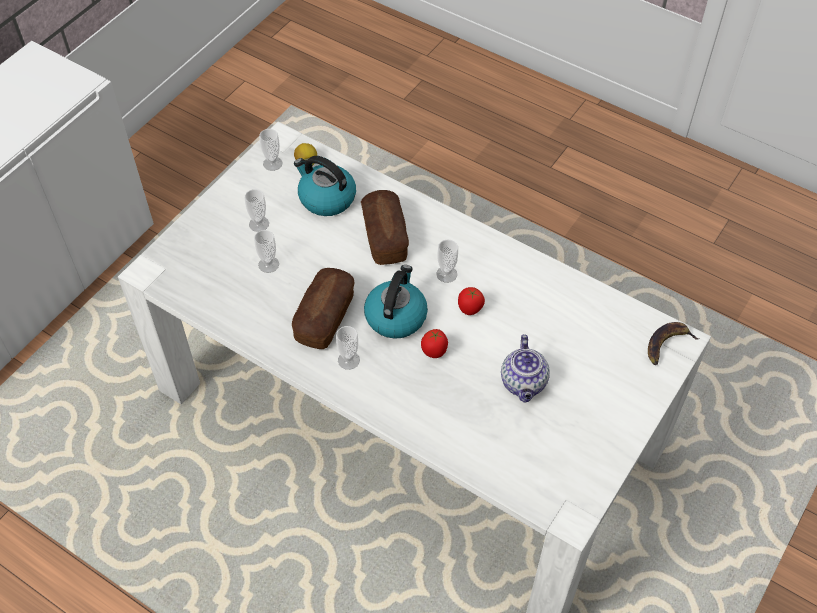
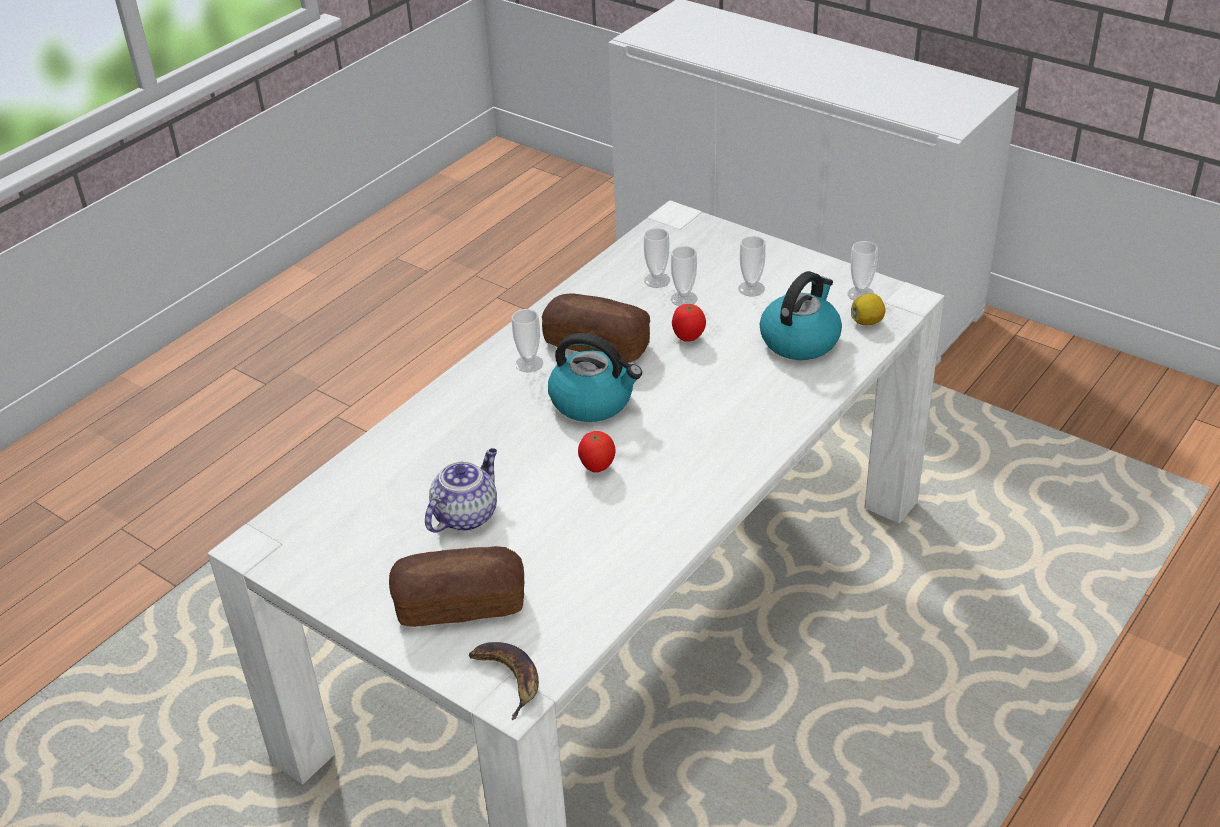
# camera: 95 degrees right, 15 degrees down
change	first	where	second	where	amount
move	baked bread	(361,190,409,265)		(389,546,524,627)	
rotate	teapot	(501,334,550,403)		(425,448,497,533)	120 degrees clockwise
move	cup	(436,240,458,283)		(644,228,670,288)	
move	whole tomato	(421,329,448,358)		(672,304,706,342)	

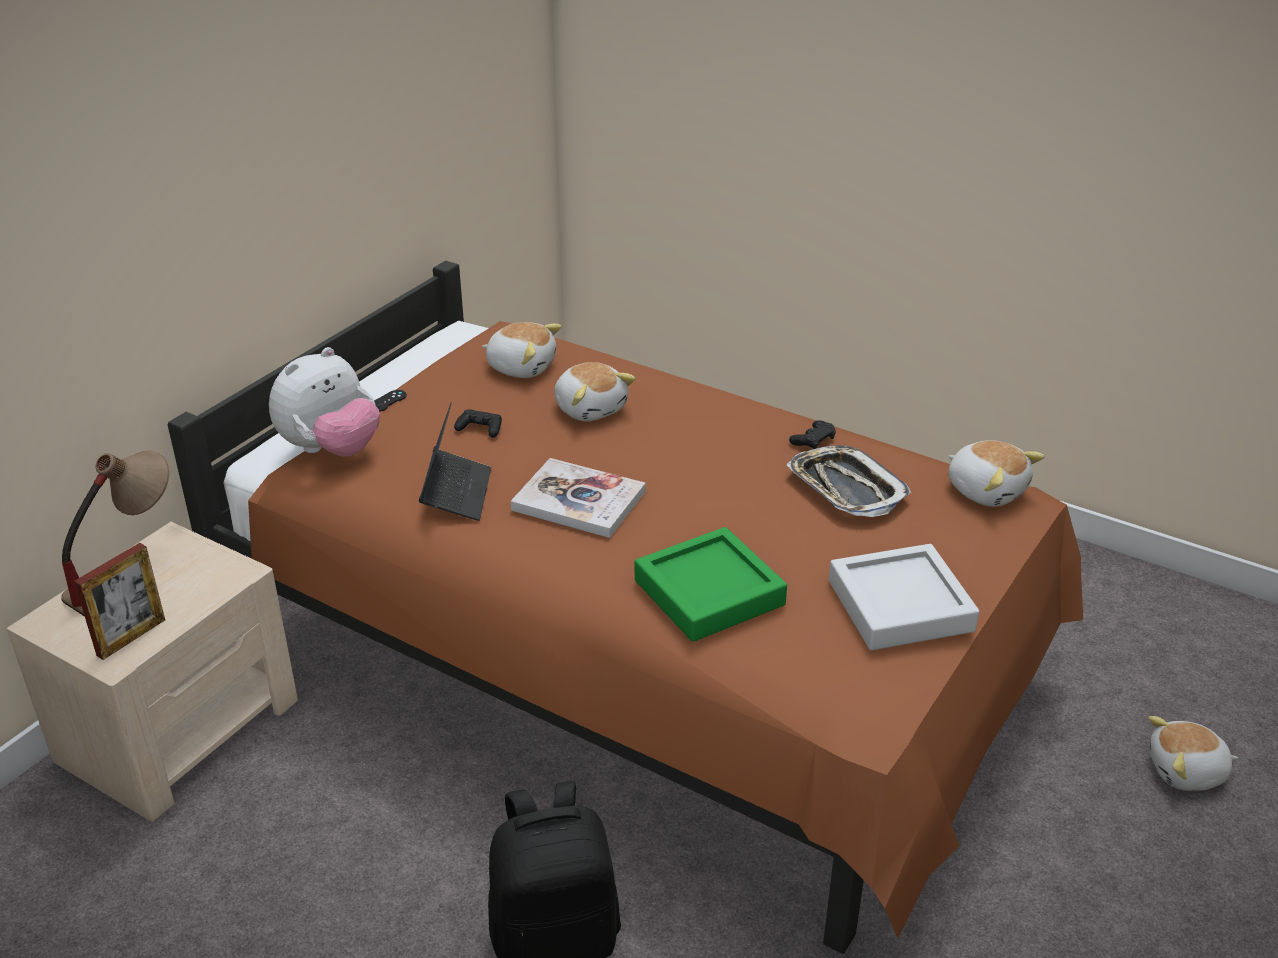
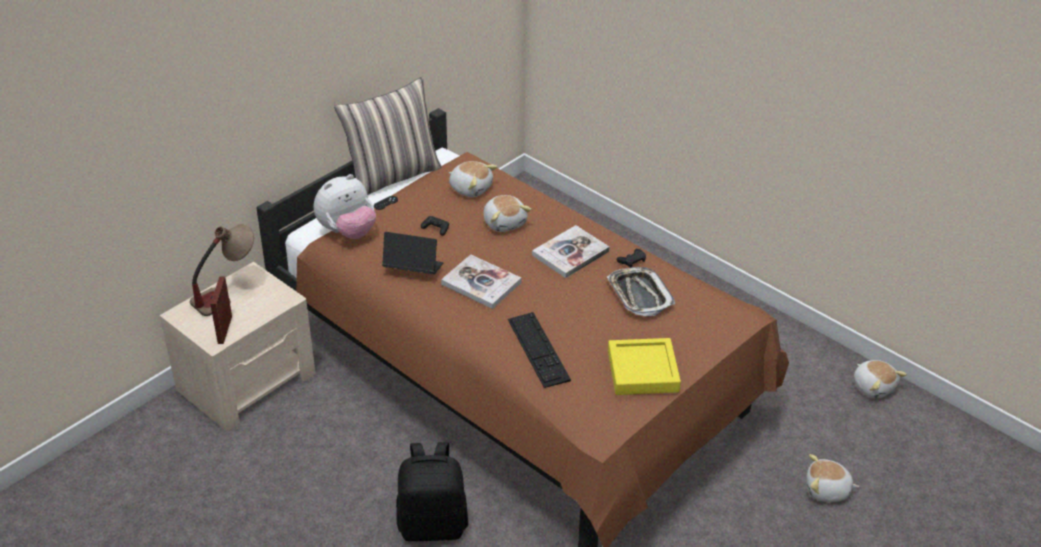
# camera: 10 degrees right, 5 degrees up
change	first	where	second	where	amount
rotate	standing frame	(74,543,165,660)		(210,276,232,344)	135 degrees clockwise
insert			throw pillow	(334,77,442,195)	
rotate	portable computer	(419,403,491,521)		(382,232,443,274)	90 degrees counterclockwise
replace	serving tray (greenish)	(635,527,787,642)	keyboard	(508,312,571,388)	
insert			book	(532,225,610,278)	
recolor	serving tray (grey)	(829,544,979,650)	serving tray (yellow)	(608,338,681,395)	
move	plush toy	(948,440,1045,507)		(854,360,907,398)	

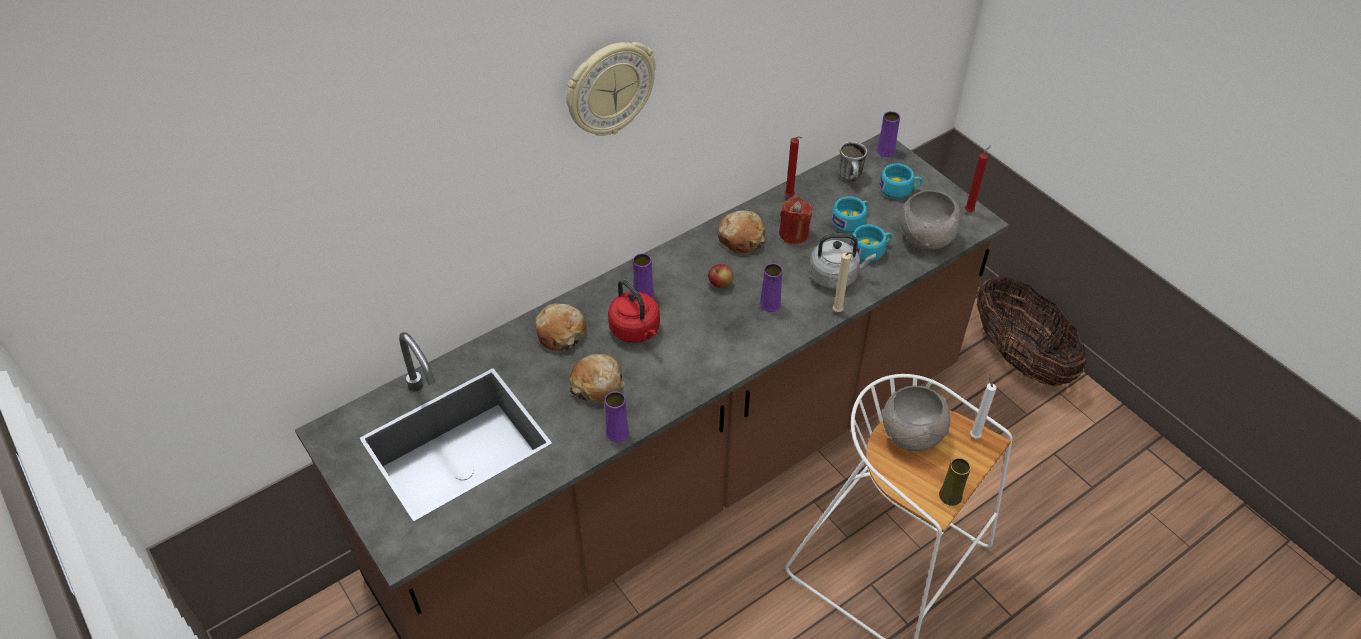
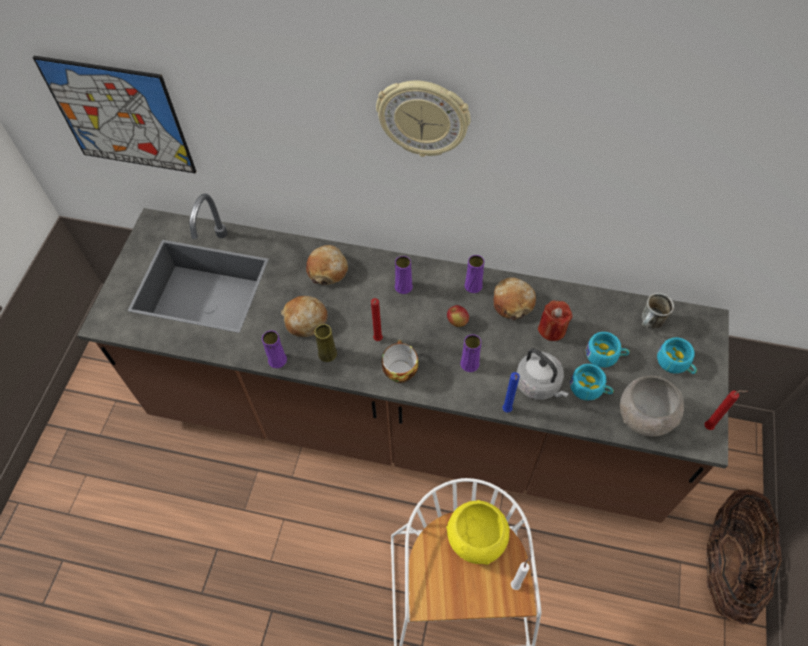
# camera: 50 degrees right, 10 degrees up
change	first	where	second	where	amount
insert			picture	(33,56,196,173)	
move	decorative vase (yellow)	(939,458,971,506)		(315,324,337,362)	
move	candle (reddish)	(785,136,802,196)		(371,298,383,341)	
insert			cup	(382,340,419,383)	
recolor	deep dish (grey)	(883,386,950,451)	deep dish (yellow)	(446,500,509,565)	
move	decorative vase (purple)	(876,111,900,157)		(464,255,484,293)	
recolor	candle (beige)	(833,252,855,312)	candle (blue-coloured)	(502,372,520,412)	
delete	water kettle (reddish)	(608,279,660,343)			

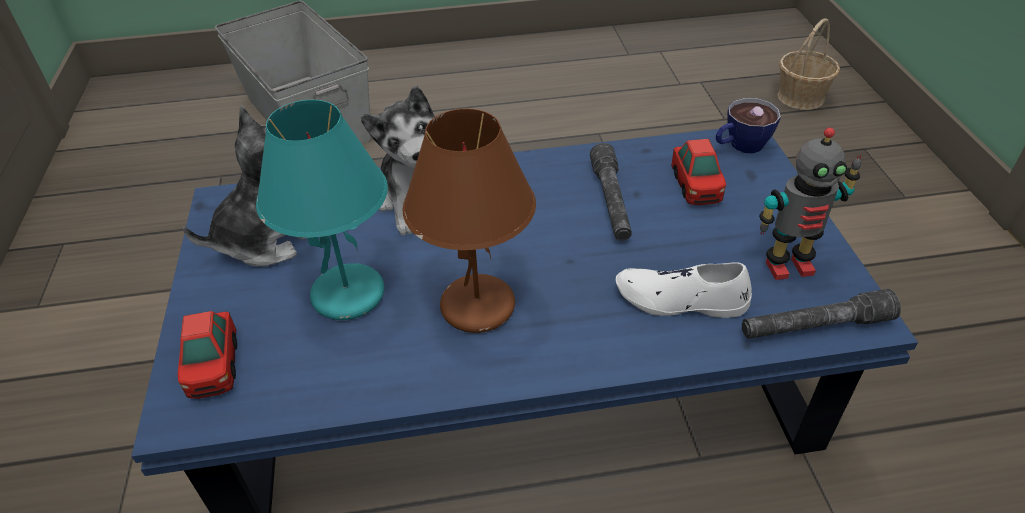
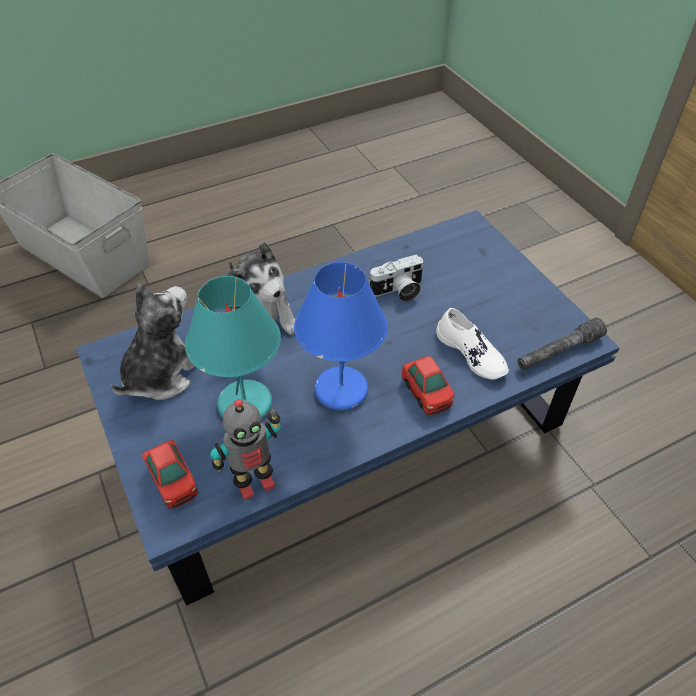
# camera: 20 degrees left, 5 degrees up
change	first	where	second	where	amount
move	toy robot	(759,128,861,280)		(210,399,281,500)	
recolor	lamp for a table (brown-coloured)	(402,108,536,333)	lamp for a table (blue-coloured)	(294,262,388,410)	
replace	flashlight (grey)	(590,143,632,241)	photo camera	(369,254,424,302)	
move	miniature car	(671,139,726,205)		(402,356,454,415)	
rotate	low shoe (white)	(616,262,752,318)		(436,308,509,380)	120 degrees counterclockwise
delete	cup	(716,98,781,153)			
delete	household basket	(777,18,840,110)			

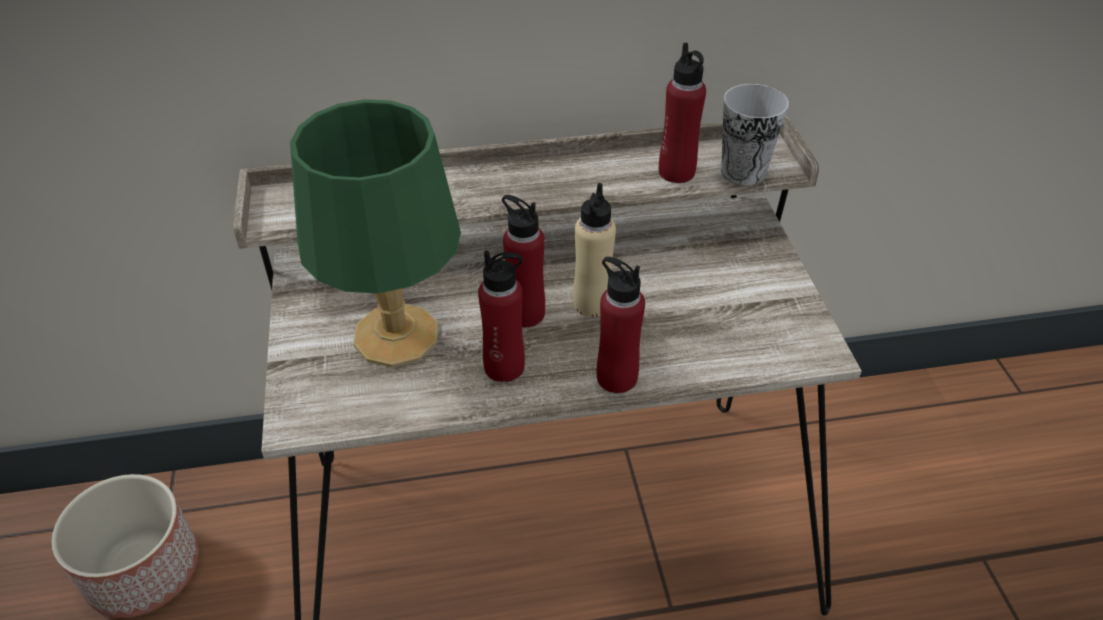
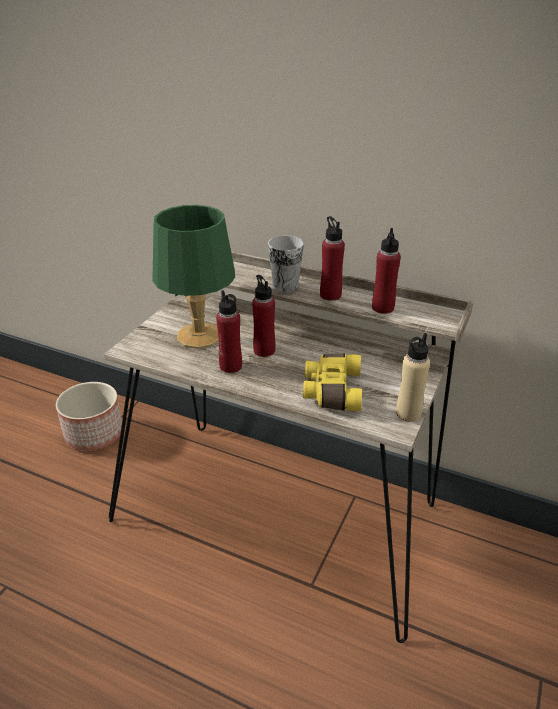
# camera: 35 degrees right, 10 degrees down
change	first	where	second	where	amount
move	cup	(721,84,789,185)		(268,236,304,292)	
insert			pair of binoculars (yellow)	(303,354,362,411)	
move	bottle (reddish)	(597,257,645,393)		(320,216,345,301)	
move	bottle (beige)	(573,183,616,317)		(396,333,430,422)	

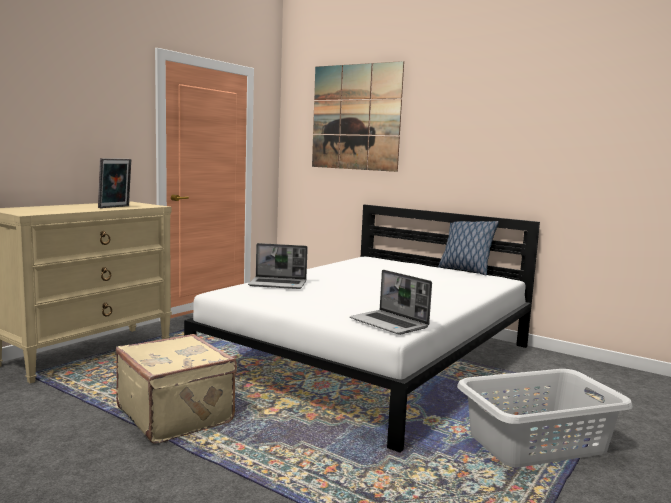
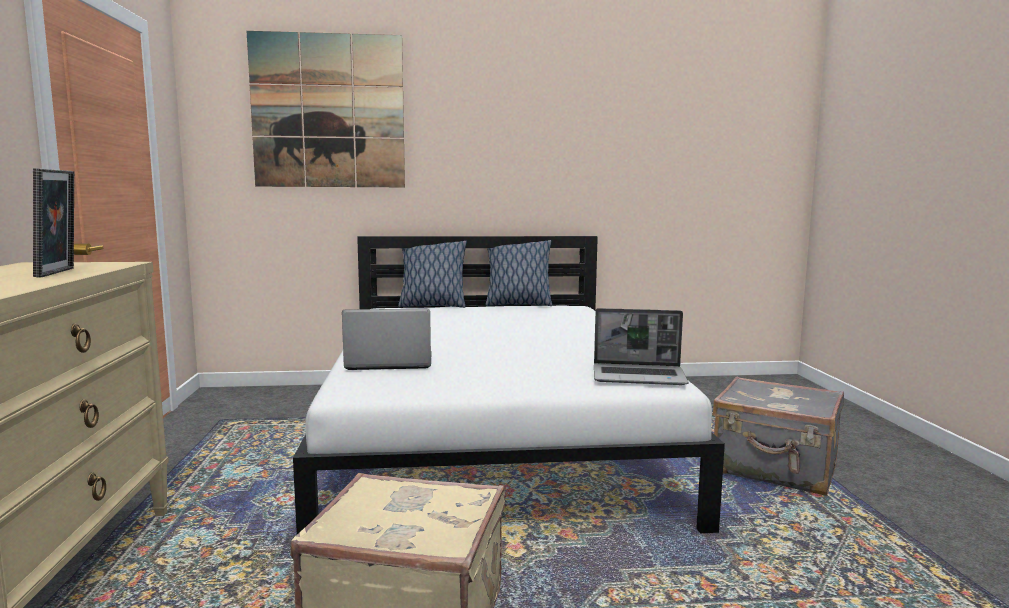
# camera: 40 degrees left, 0 degrees up
change	first	where	second	where	amount
rotate	portable computer	(248,243,308,289)		(342,309,431,370)	150 degrees counterclockwise
insert			throw pillow	(398,241,467,308)	
replace	washing basket (grey)	(457,369,633,467)	suitcase (grey)	(712,376,844,496)	

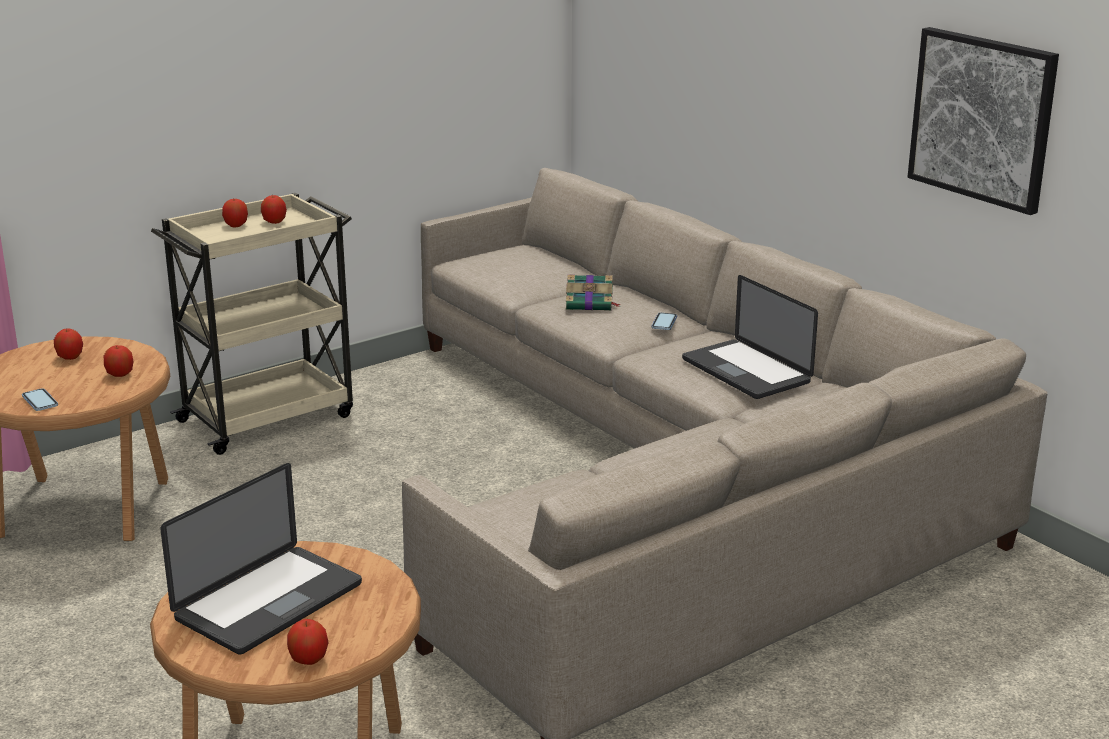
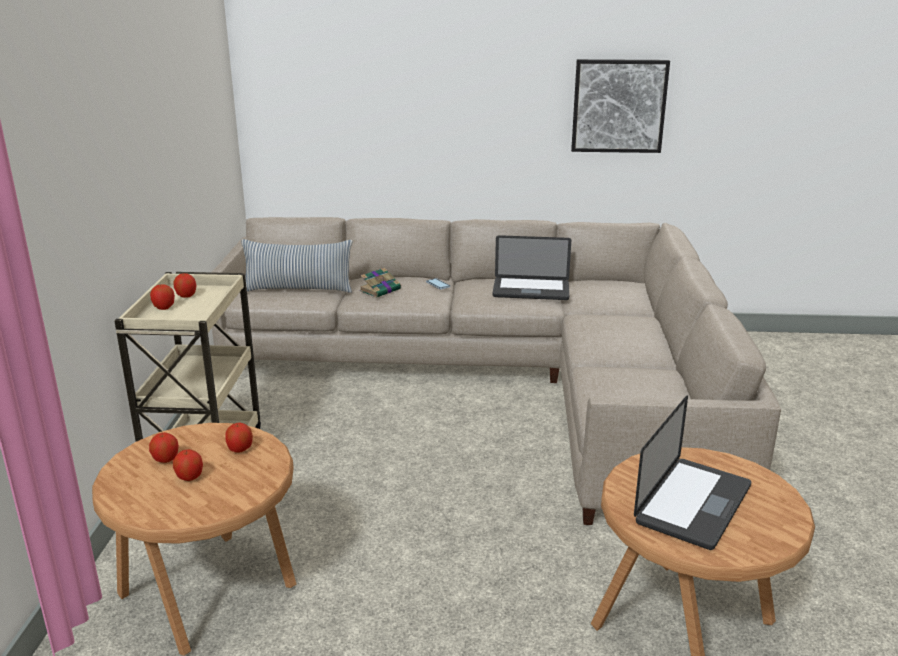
# camera: 50 degrees left, 0 degrees up
change	first	where	second	where	amount
move	apple fruit	(287,619,329,665)		(173,449,203,481)	
insert			throw pillow	(242,239,352,293)	
rotate	portable computer	(160,463,362,655)		(634,395,751,550)	45 degrees clockwise
delete	handset	(22,388,58,411)			

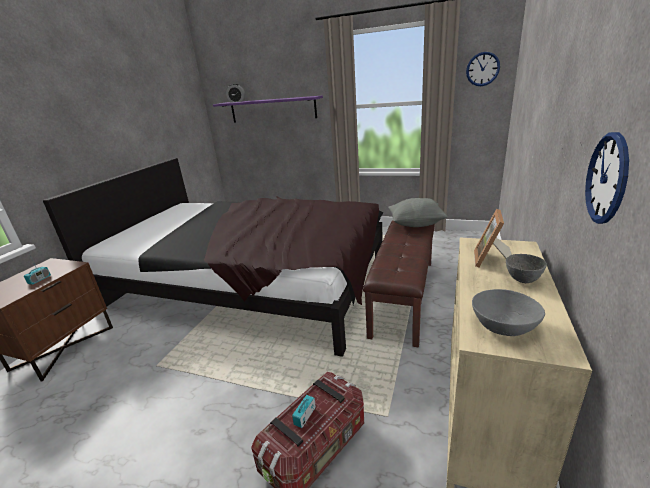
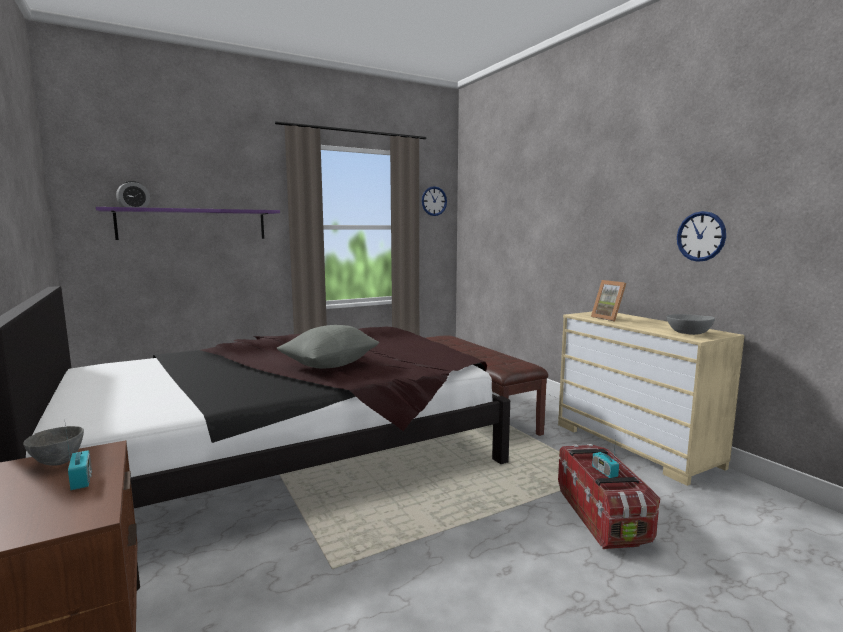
# camera: 50 degrees left, 15 degrees down
change	first	where	second	where	amount
move	deep dish (grey)	(506,254,547,283)		(23,426,84,466)	
move	throw pillow (grey)	(388,198,448,227)		(277,325,379,369)	

